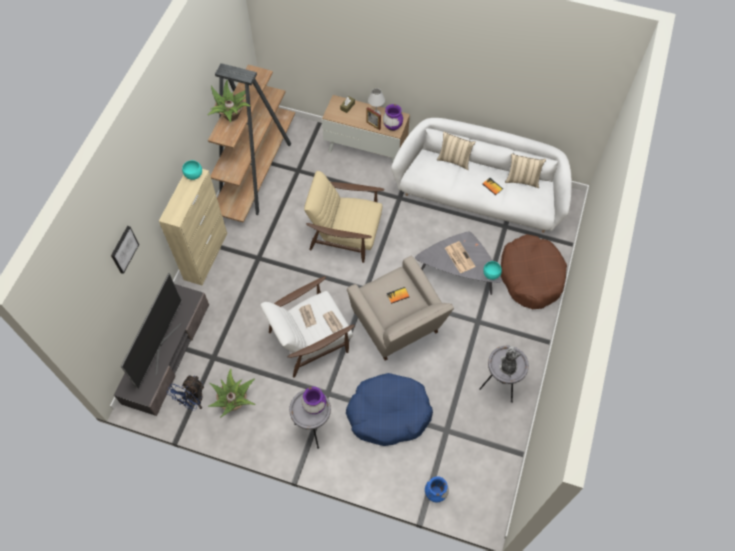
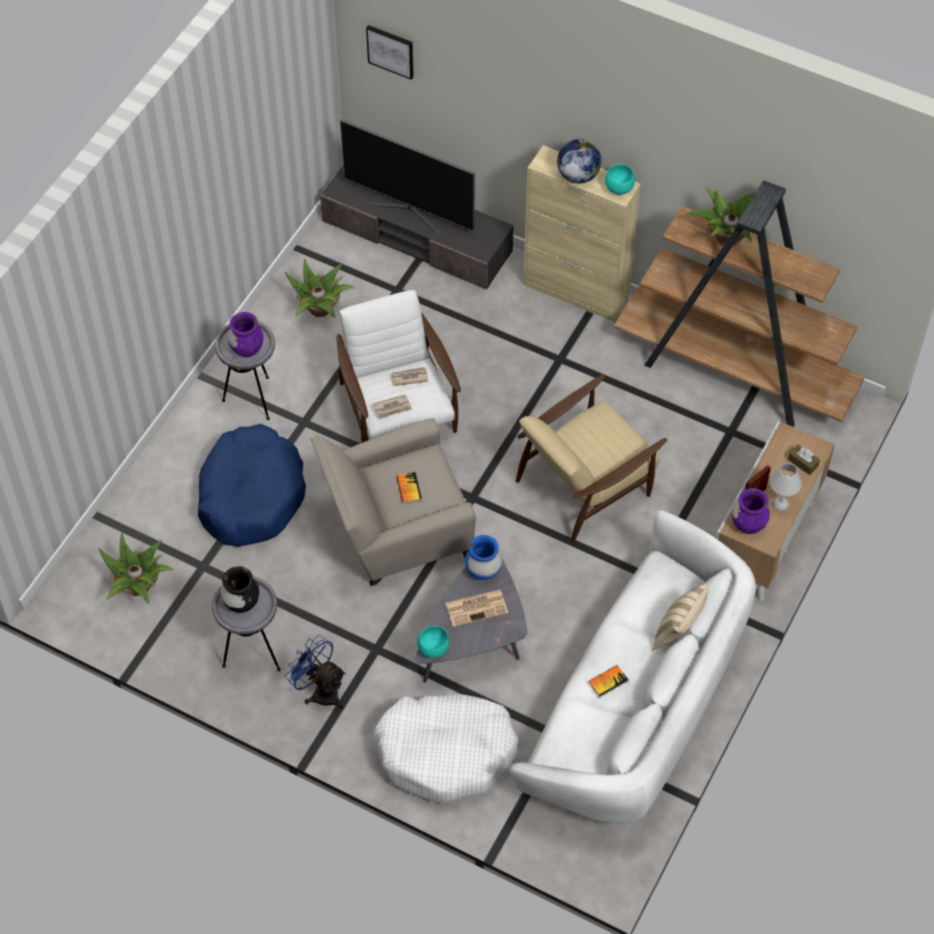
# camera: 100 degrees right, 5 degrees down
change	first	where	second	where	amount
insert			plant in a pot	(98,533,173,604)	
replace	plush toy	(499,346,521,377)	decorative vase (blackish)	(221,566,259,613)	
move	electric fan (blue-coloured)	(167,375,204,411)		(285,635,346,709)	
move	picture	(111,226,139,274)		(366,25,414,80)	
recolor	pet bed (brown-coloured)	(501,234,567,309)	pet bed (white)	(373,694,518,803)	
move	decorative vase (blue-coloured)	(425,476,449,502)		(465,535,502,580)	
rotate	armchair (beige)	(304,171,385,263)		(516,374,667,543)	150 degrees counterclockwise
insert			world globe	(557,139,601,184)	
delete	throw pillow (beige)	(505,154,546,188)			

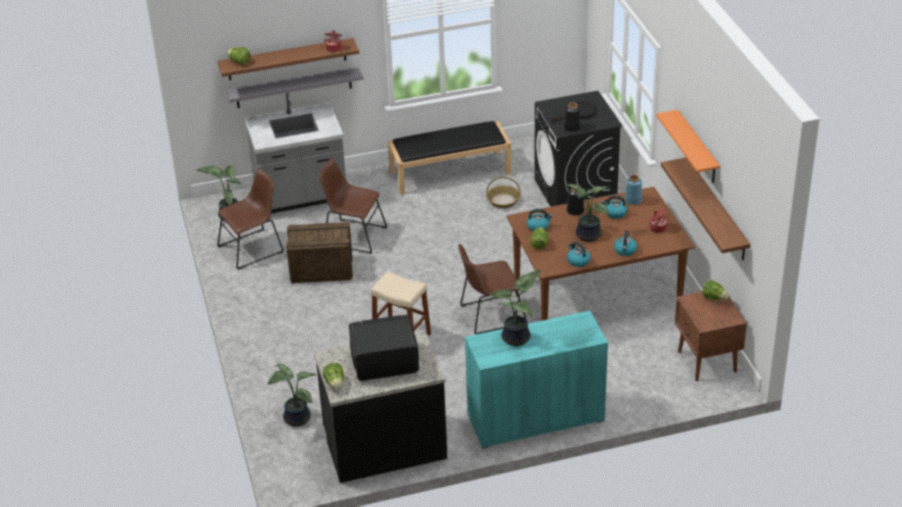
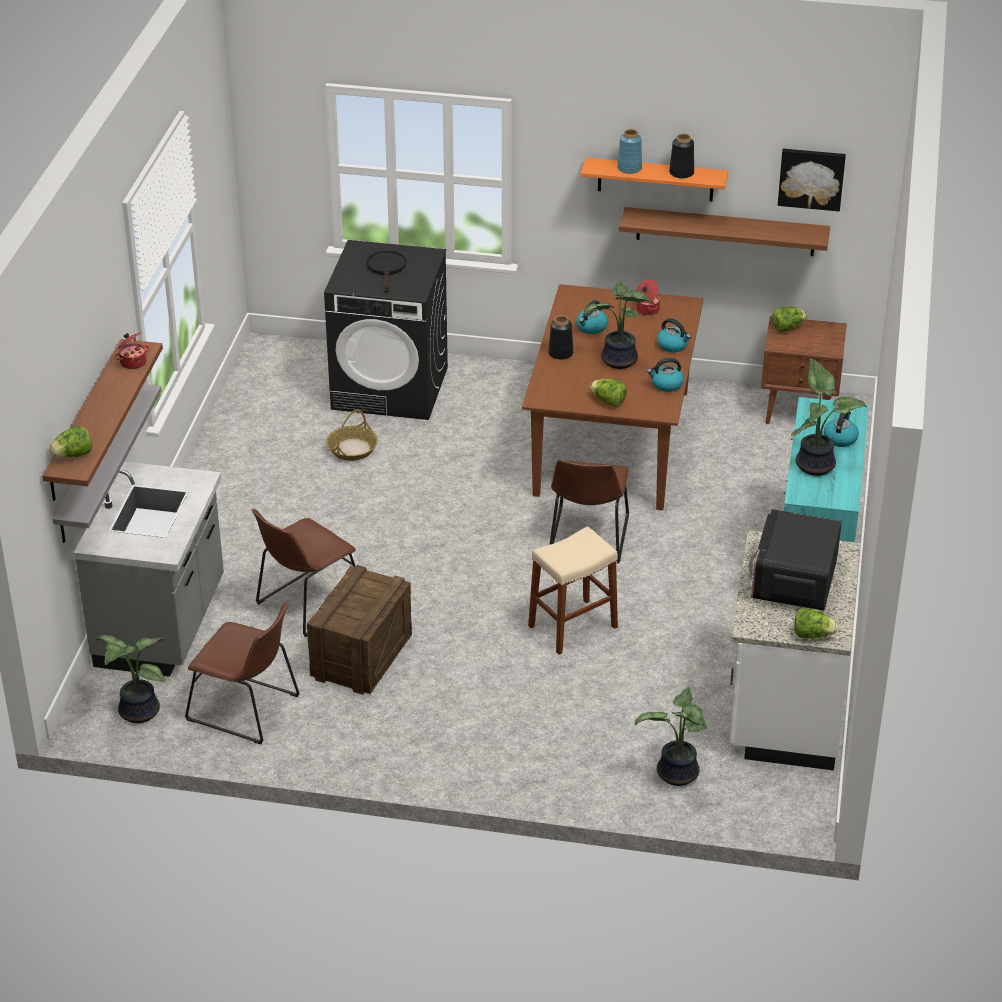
# camera: 65 degrees left, 0 degrees up
change	first	where	second	where	amount
rotate	upright chair (brown-coloured)	(217,169,284,270)		(185,602,300,745)	120 degrees clockwise
move	decorative vase (blue-coloured)	(625,175,642,205)		(617,129,642,174)	
move	decorative vase (blackish)	(564,102,581,132)		(669,133,694,178)	
recolor	kitchen counter (blackish)	(314,330,447,483)	kitchen counter (white)	(730,530,860,770)	
insert			picture	(778,149,846,211)	
move	water kettle	(527,209,553,231)		(824,412,859,447)	
delete	bench (blackish)	(388,121,511,195)			

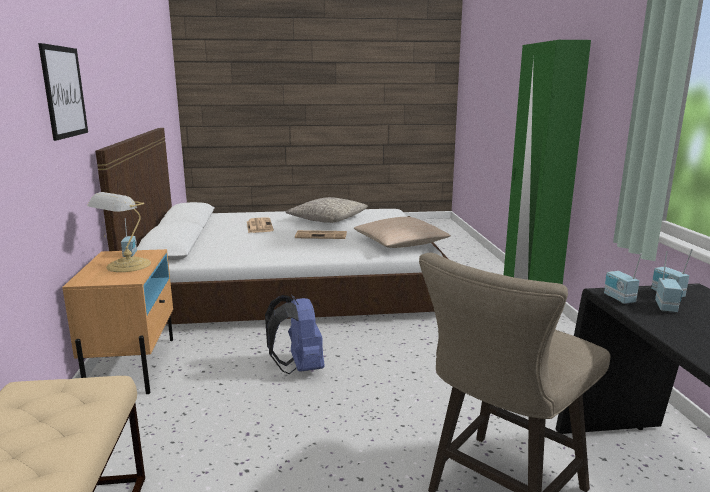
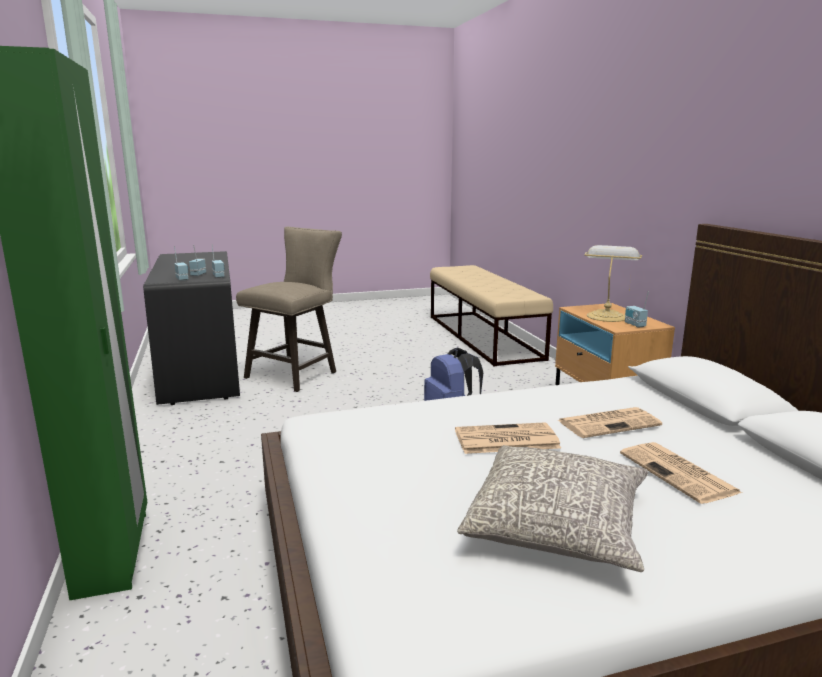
# camera: 170 degrees right, 0 degrees up
change	first	where	second	where	amount
insert			printed paper	(558,407,662,438)	
delete	picture	(38,43,88,141)			
delete	throw pillow (beige)	(354,217,451,248)			

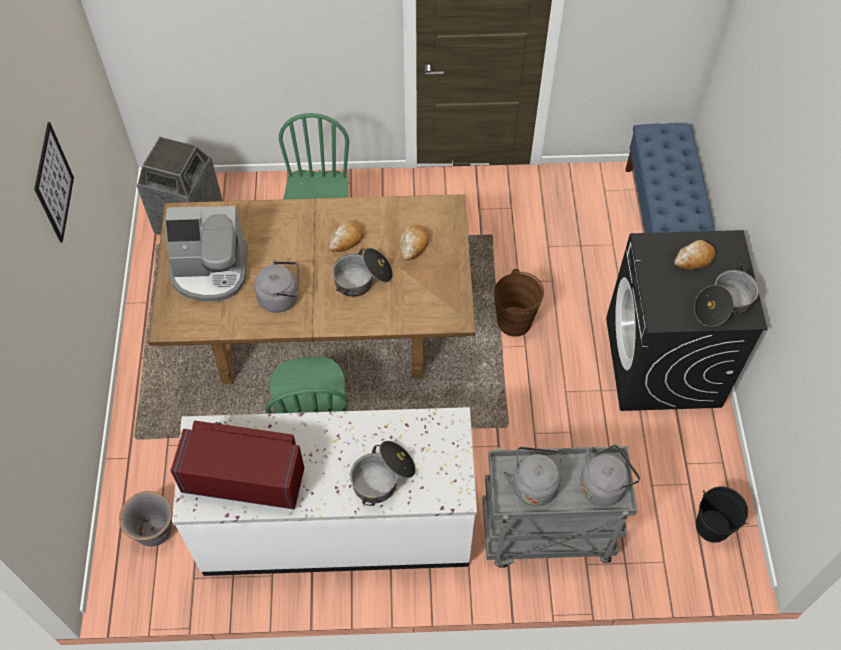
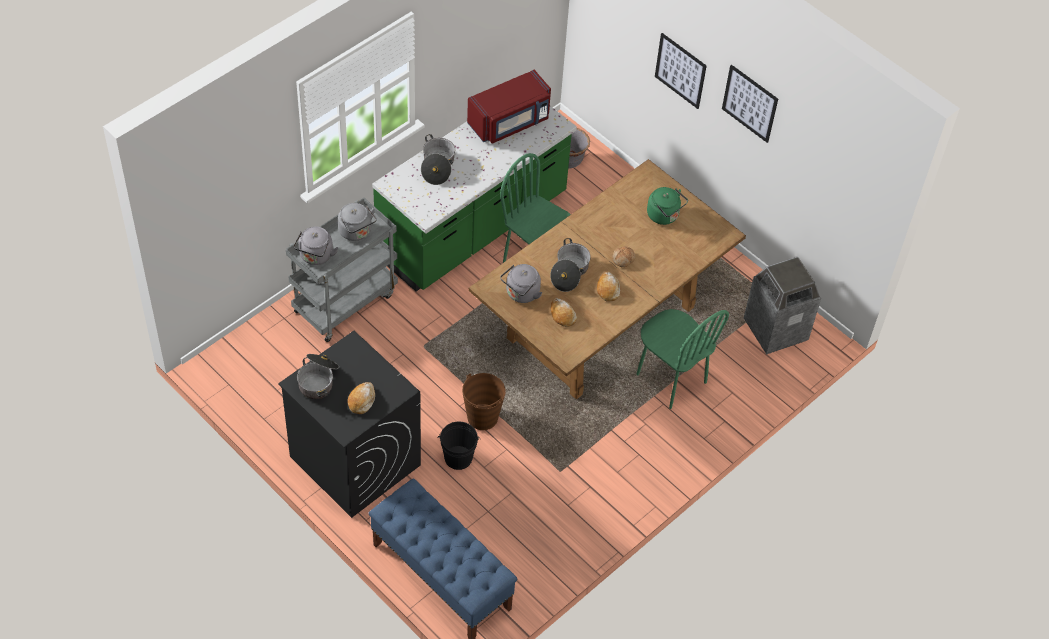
# camera: 135 degrees right, 5 degrees down
change	first	where	second	where	amount
recolor	kitchen counter (white)	(172,407,477,576)	kitchen counter (greenish)	(372,106,577,292)	
move	bucket (blackish)	(696,487,749,543)		(438,421,480,470)	
move	water kettle (grey)	(254,259,299,313)		(500,264,542,303)	
insert			baked bread	(612,247,635,267)	
replace	coffee maker	(164,206,248,302)	water kettle (greenish)	(647,187,688,225)	
insert			picture	(655,33,707,109)	

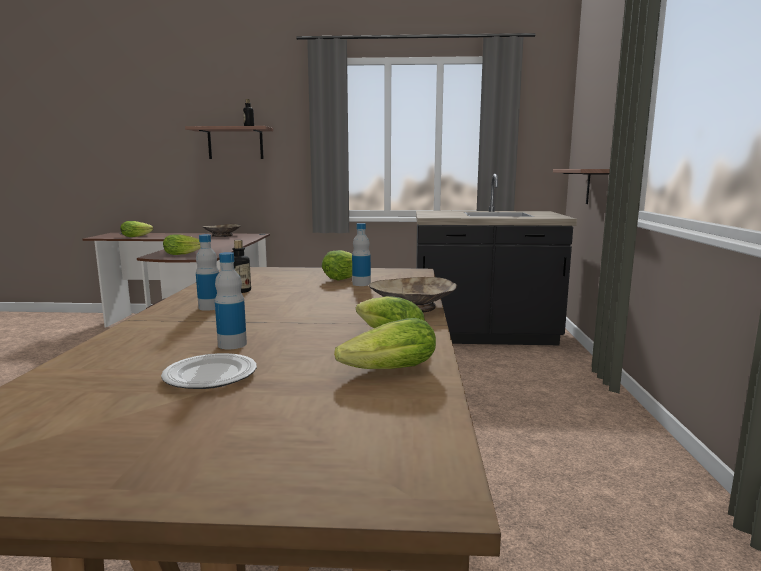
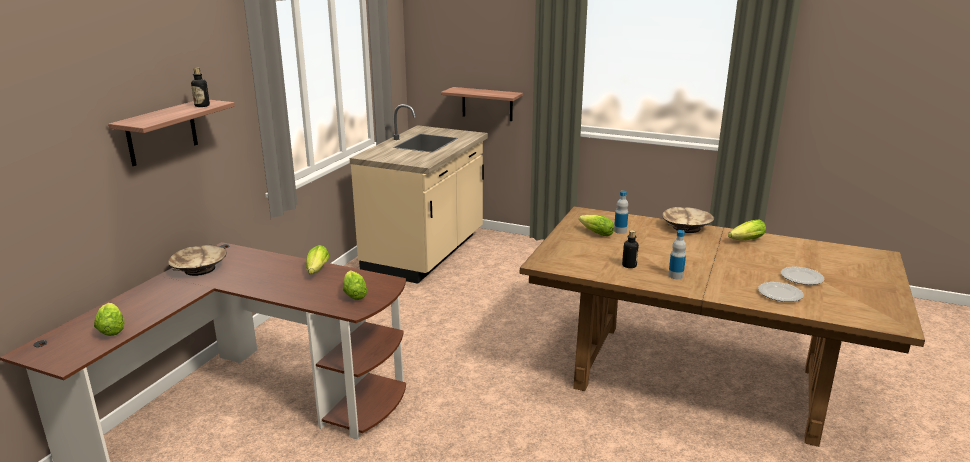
# camera: 70 degrees left, 10 degrees up
change	first	where	second	where	amount
move	lettuce	(334,318,436,369)		(306,245,329,274)	
recolor	kitchen counter (blackish)	(416,174,577,345)	kitchen counter (beige)	(350,104,488,284)	
insert			flat dish	(758,282,804,302)	
delete	bottle	(215,252,247,349)			

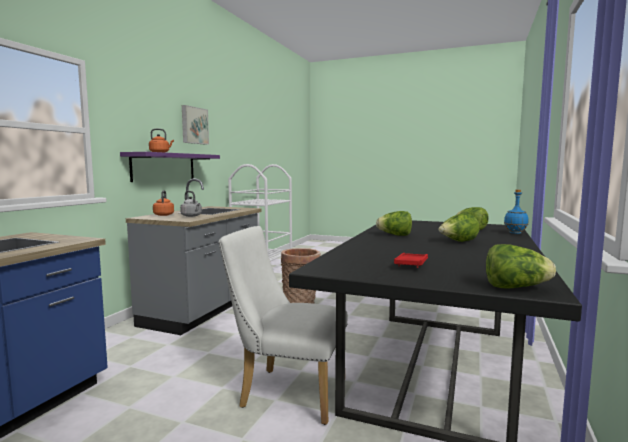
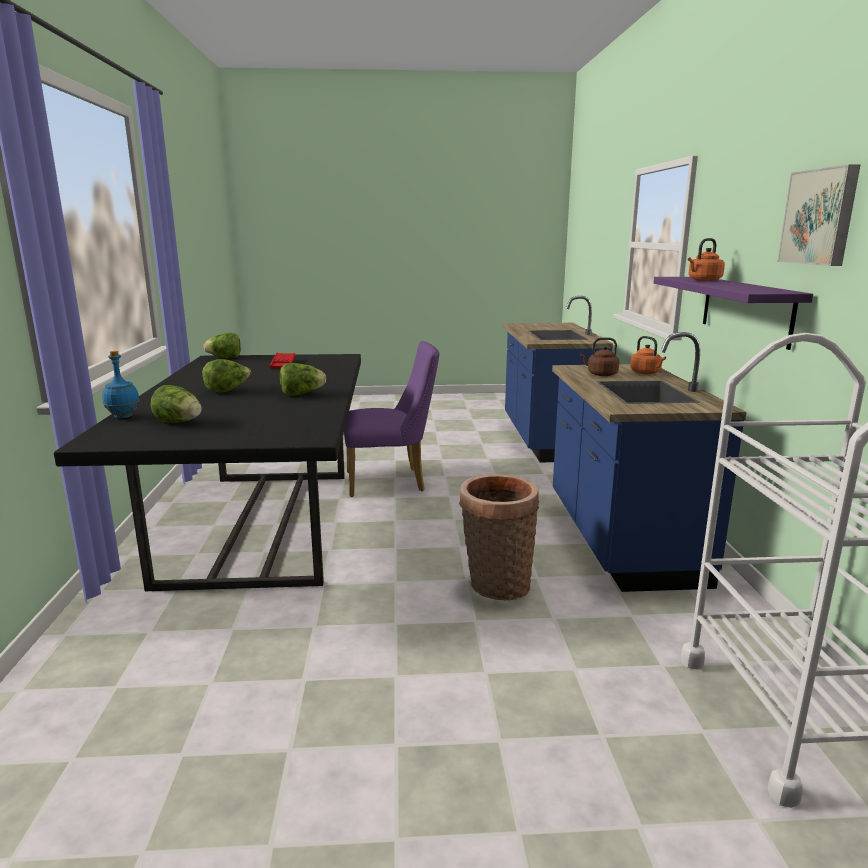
# camera: 155 degrees right, 10 degrees up
change	first	where	second	where	amount
recolor	upright chair (white)	(219,226,348,425)	upright chair (purple)	(344,341,439,497)	
recolor	kitchen counter (grey)	(126,179,262,335)	kitchen counter (blue-coloured)	(552,332,747,592)	
recolor	water kettle (grey)	(180,191,202,217)	water kettle (brown-coloured)	(580,337,619,376)	

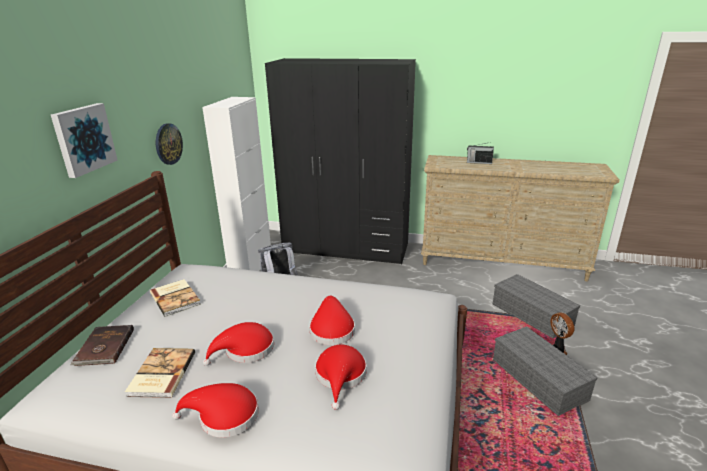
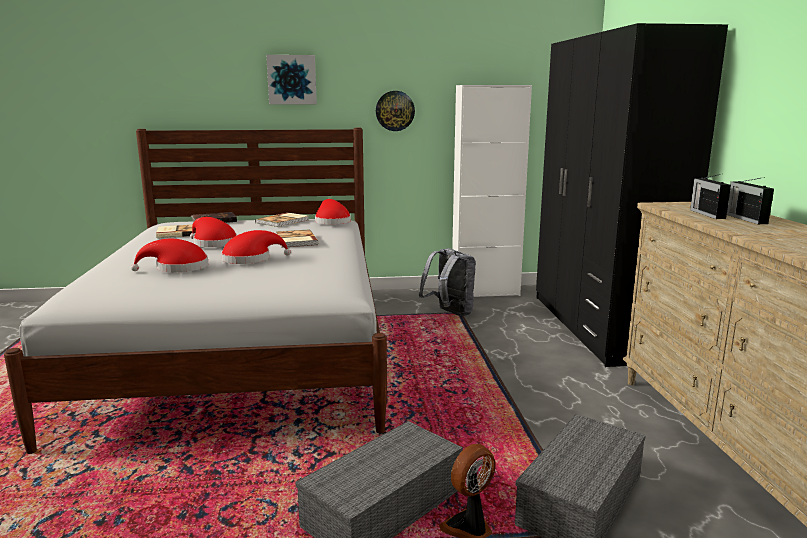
# camera: 70 degrees right, 10 degrees down
change	first	where	second	where	amount
insert			book	(276,229,319,248)	
move	wearable hat (reddish)	(172,383,259,438)		(315,199,351,224)	
insert			radio set	(690,174,731,219)	

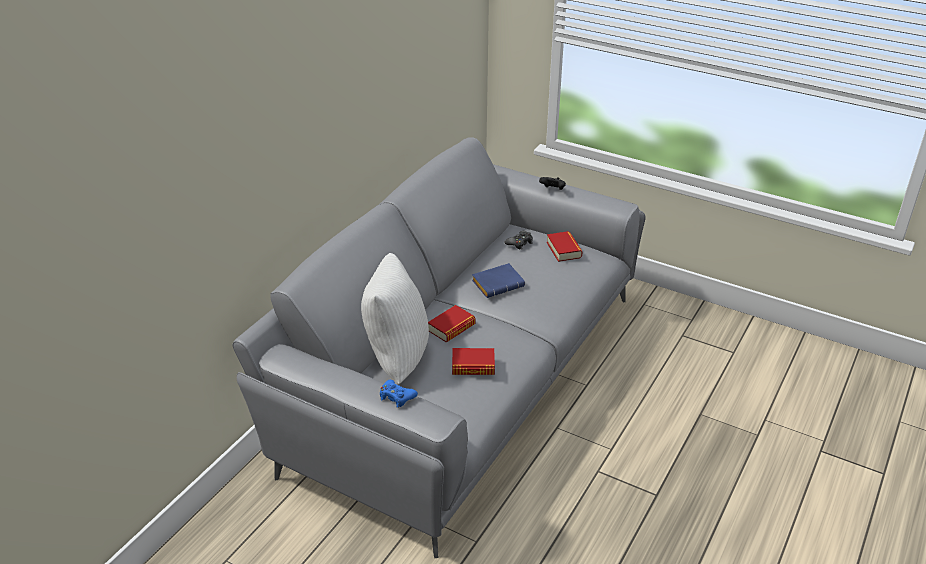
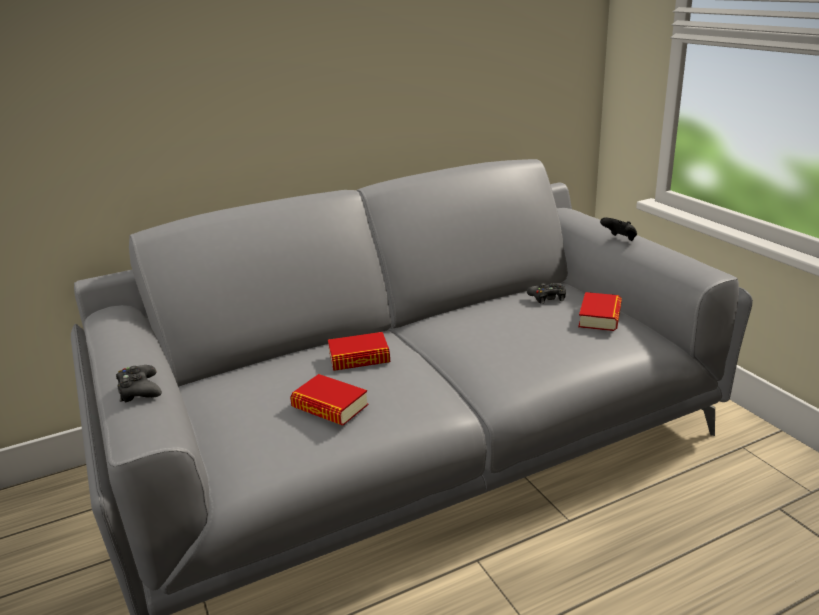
# camera: 35 degrees right, 10 degrees down
change	first	where	second	where	amount
recolor	game controller (blue-coloured)	(380,380,418,408)	game controller (blackish)	(116,365,162,402)	
delete	throw pillow (white)	(361,253,429,384)			
delete	book (blue-coloured)	(472,263,525,298)			

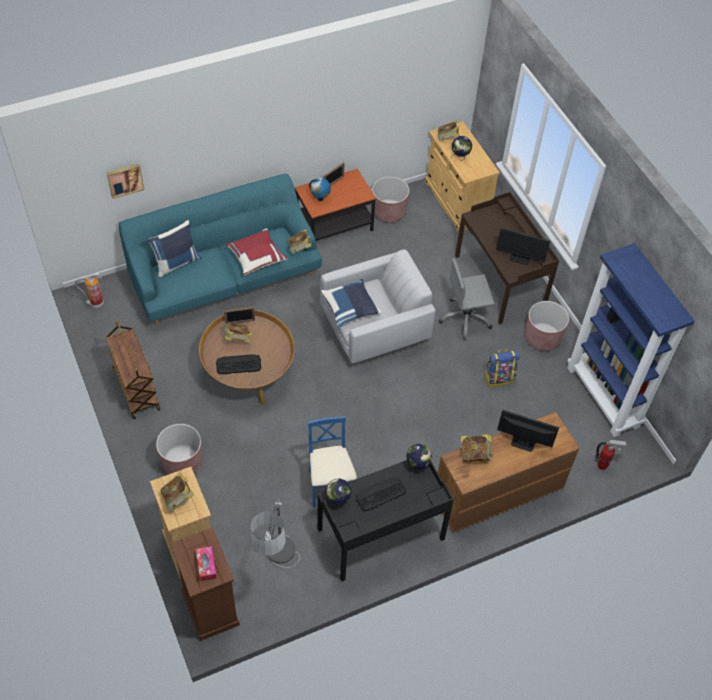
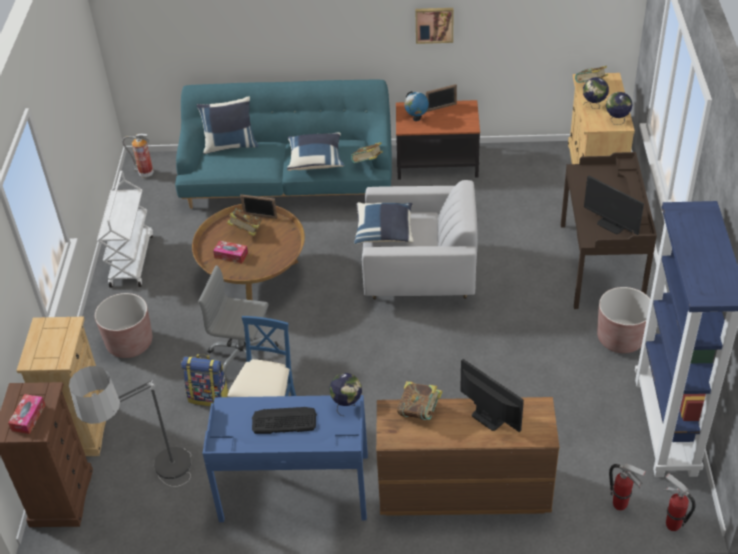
# camera: 30 degrees right, 10 degrees down
change	first	where	second	where	amount
recolor	cart (brown-coloured)	(106,320,160,419)	cart (white)	(97,171,153,288)	
move	knapsack	(484,349,520,387)		(181,354,229,406)	
move	computer chair (grey)	(439,258,495,340)		(198,265,278,375)	
recolor	desk (blackish)	(317,460,454,581)	desk (blue-coloured)	(203,395,368,522)	
replace	keyboard	(216,354,261,374)	box of tissues	(213,241,248,264)	
recolor	throw pillow (reddish)	(226,229,288,276)	throw pillow (blue-coloured)	(287,132,345,171)	
move	picture	(107,164,145,199)		(415,8,454,44)	
move	world globe	(326,479,351,506)		(606,92,633,125)	
insert			extinguisher	(663,473,696,531)	
delete	book	(161,472,194,510)			
delete	planter (brown-coloured)	(372,177,409,223)			

